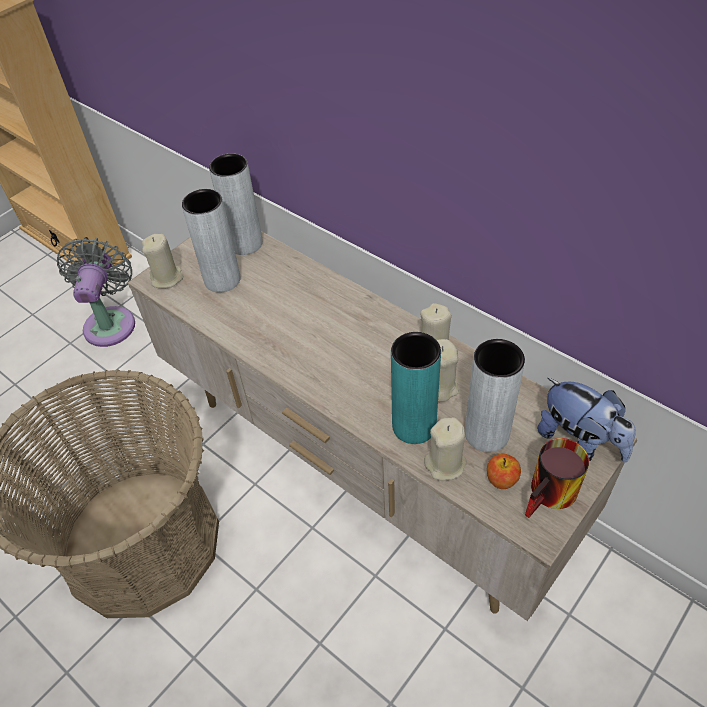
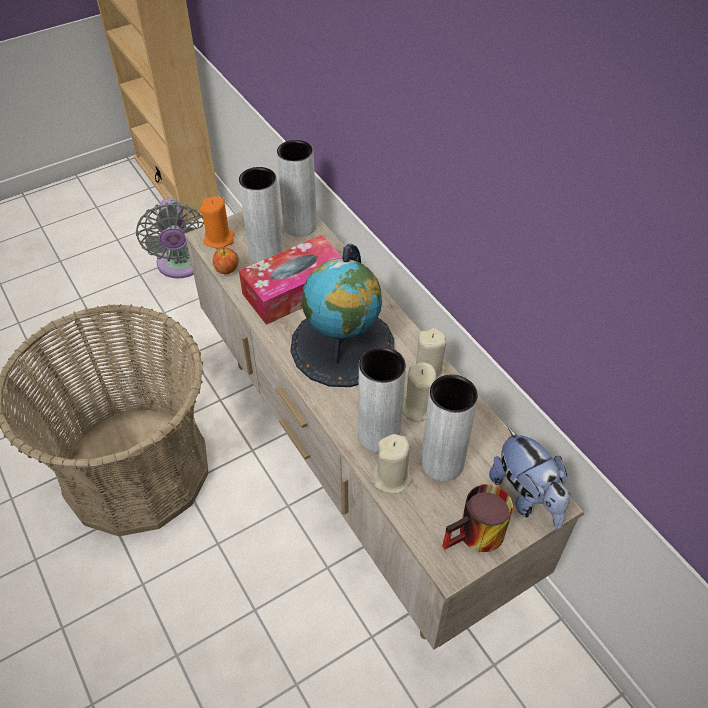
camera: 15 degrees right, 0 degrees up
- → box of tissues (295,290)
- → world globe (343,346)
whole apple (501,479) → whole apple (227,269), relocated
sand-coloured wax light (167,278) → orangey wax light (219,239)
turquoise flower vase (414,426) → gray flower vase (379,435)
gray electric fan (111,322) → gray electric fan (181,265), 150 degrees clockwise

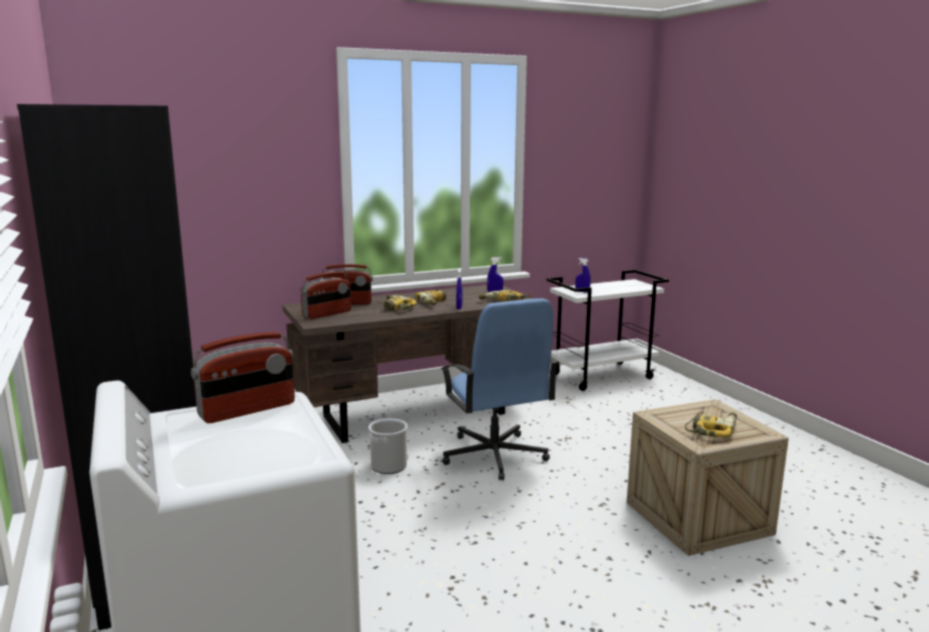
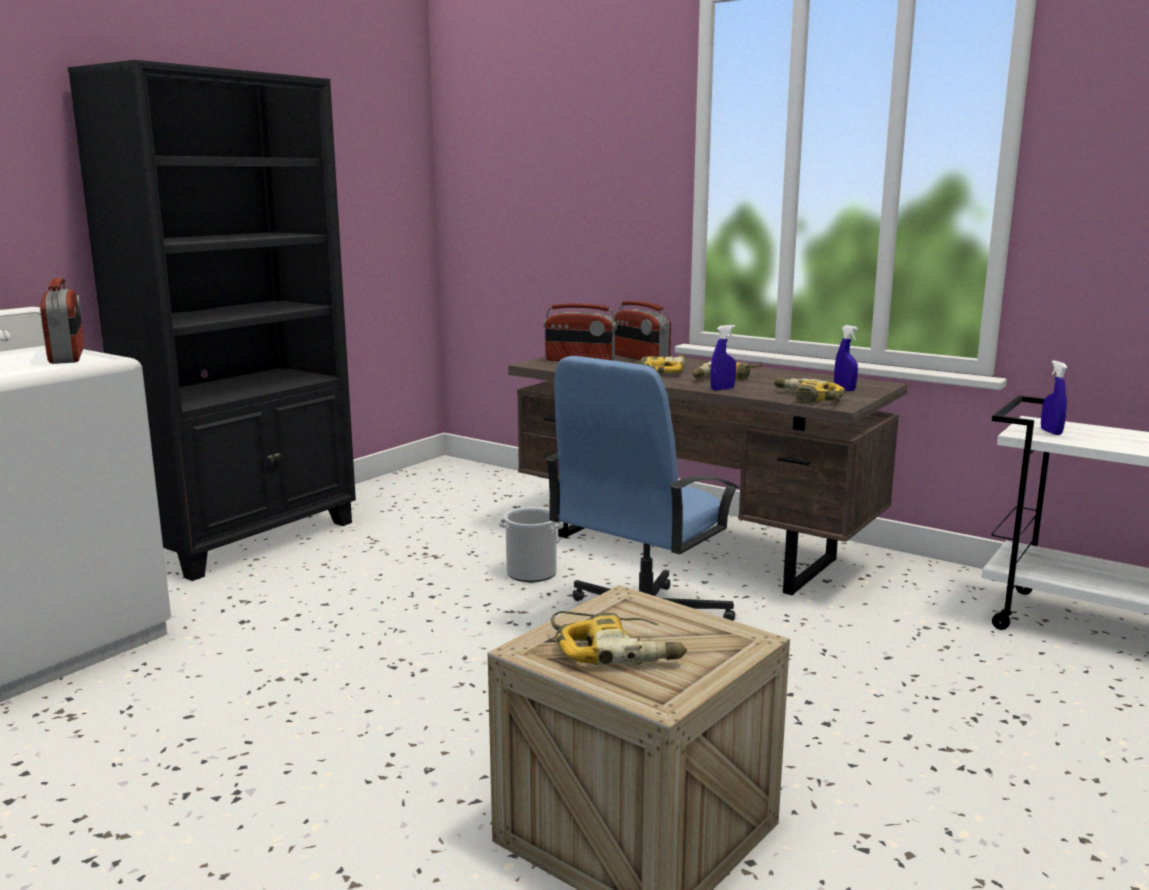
camera: 60 degrees right, 0 degrees up
radio set (247,410) → radio set (68,356), 135 degrees counterclockwise

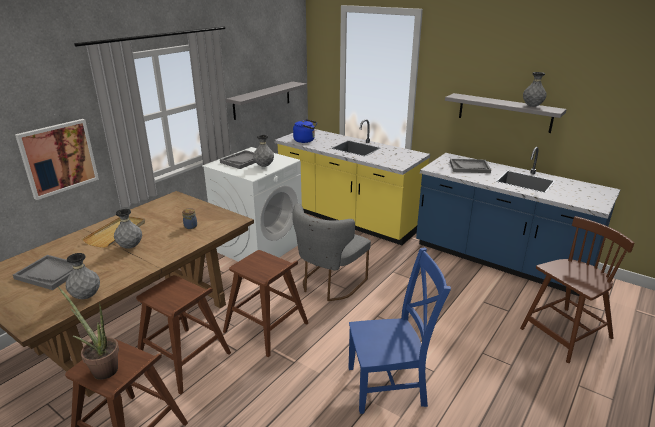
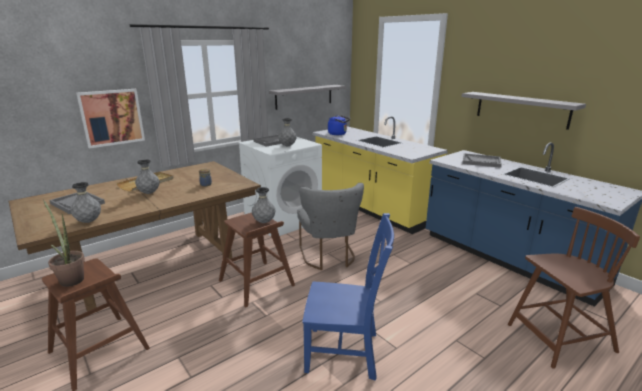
camera: 15 degrees right, 5 degrees down
brownish sitting stool (184,359) → -
gray flower vase (532,106) → gray flower vase (264,222), relocated
gray plain chair (329,285) → gray plain chair (329,257), 60 degrees counterclockwise

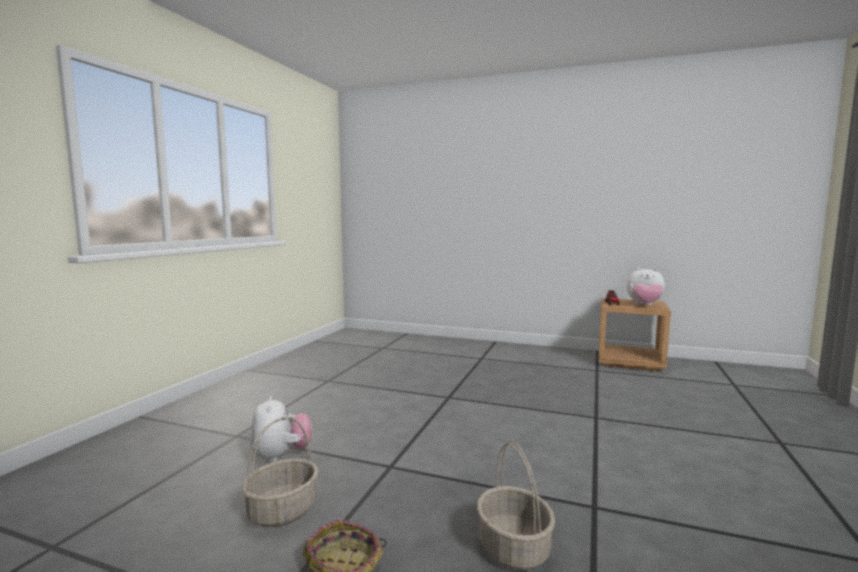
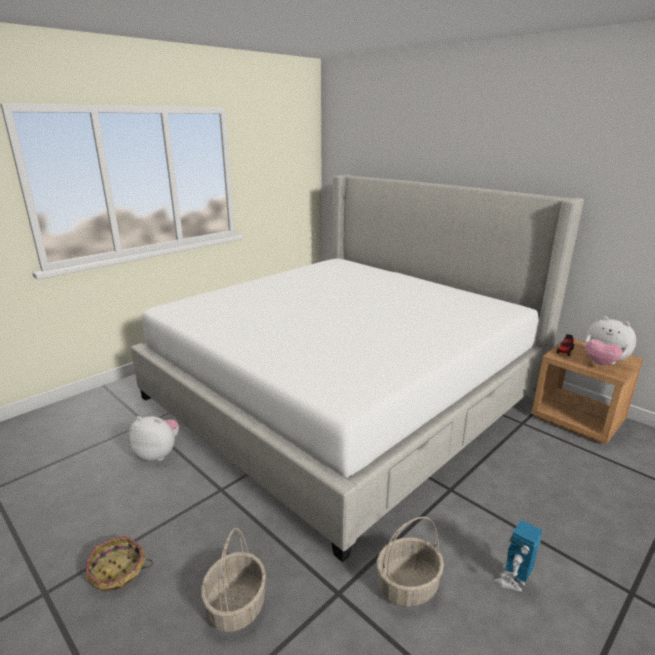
camera: 25 degrees right, 15 degrees up
- → sleeping bed (344,394)
- → model robot (512,581)
household basket (282,511) → household basket (407,586), relocated
plush toy (281,456) → plush toy (158,453), 90 degrees counterclockwise

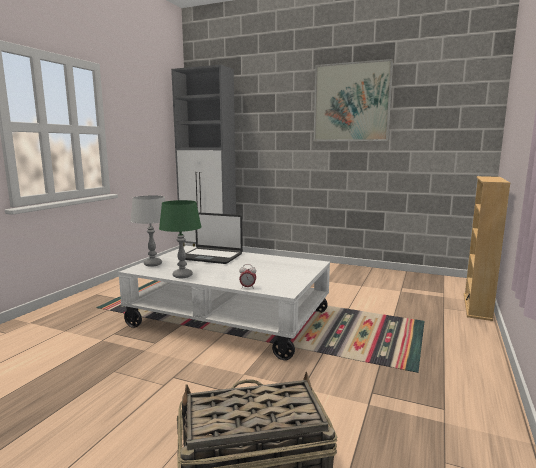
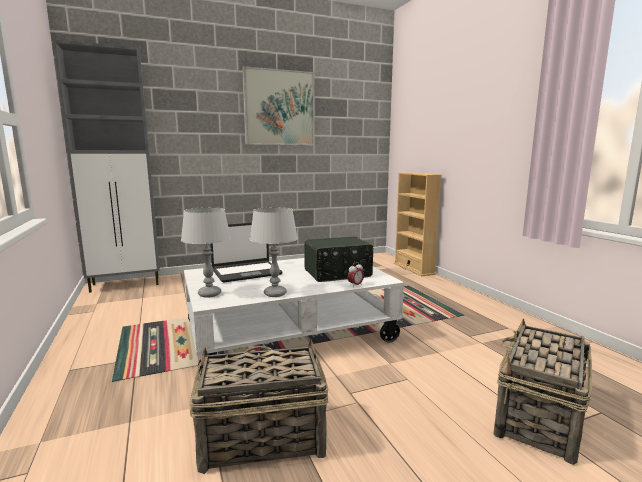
camera: 45 degrees left, 0 degrees up
- → household basket (260,438)
- → radio set (338,274)
greenish lamp for a table (182,275) → gray lamp for a table (275,294)

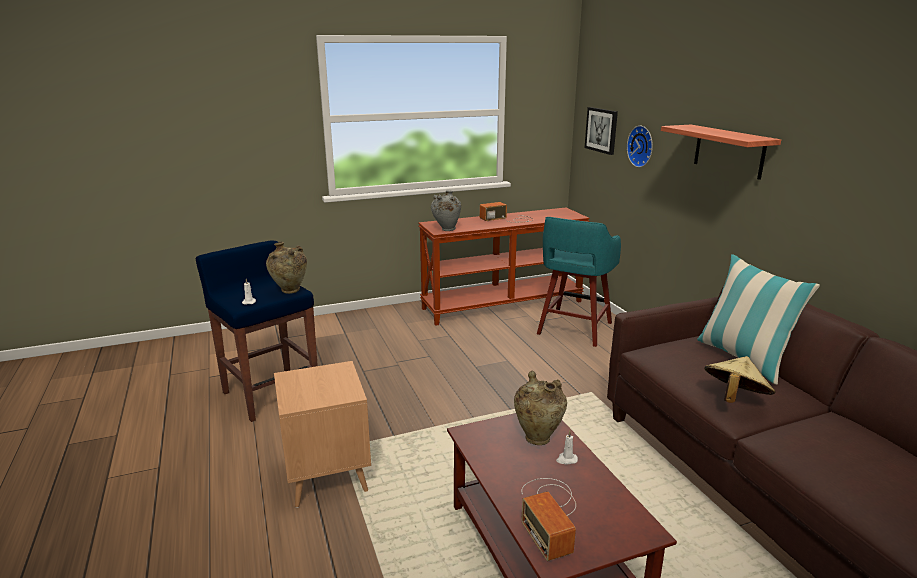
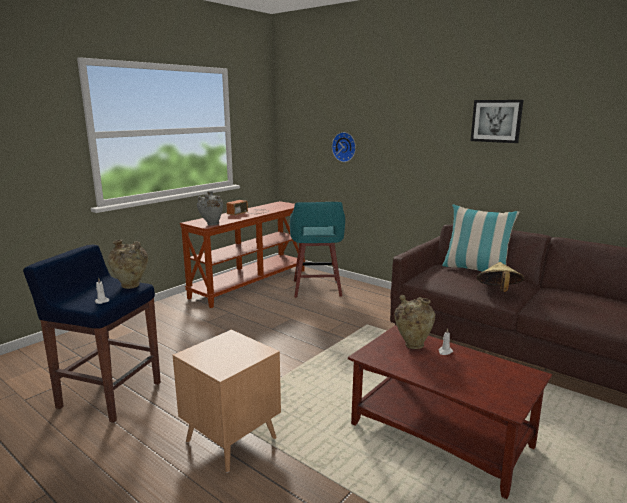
camera: 30 degrees left, 5 degrees down
radio set (550,513) → -
wall shelf (729,151) → -
picture (601,130) → picture (496,121), relocated

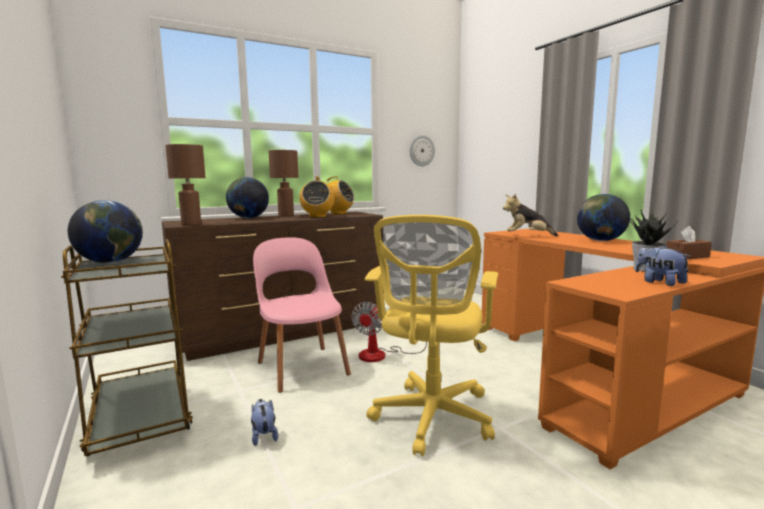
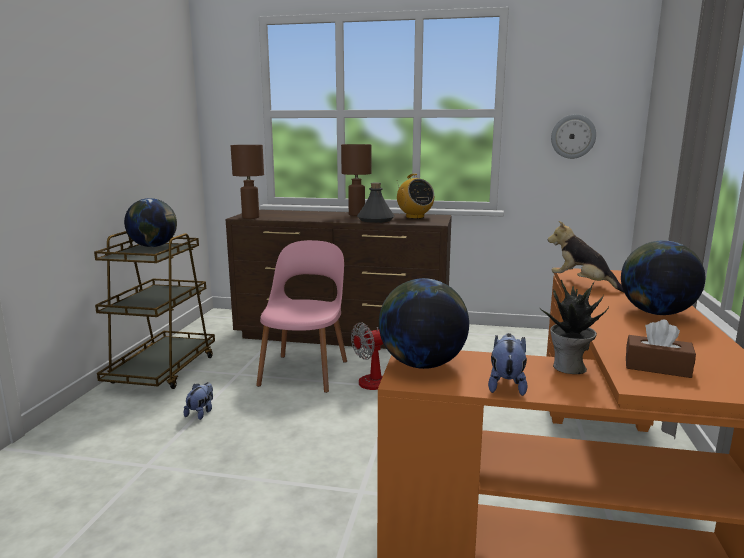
camera: 40 degrees right, 5 degrees up
yellow computer chair (431,419) → -
world globe (248,218) → world globe (422,364), relocated
radio set (317,217) → gray bottle (376,220)

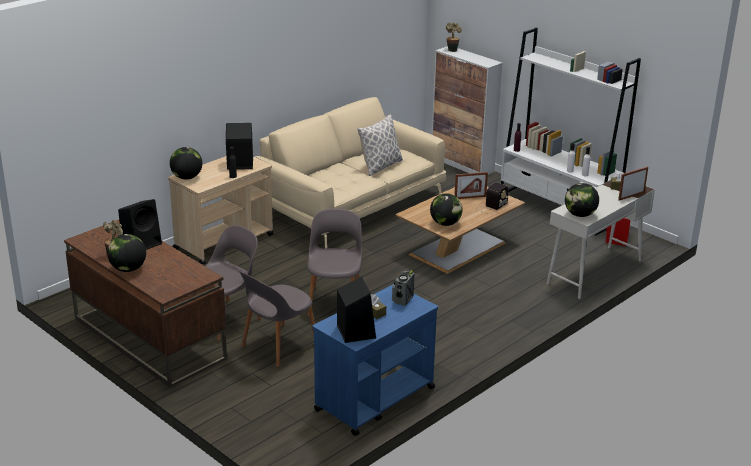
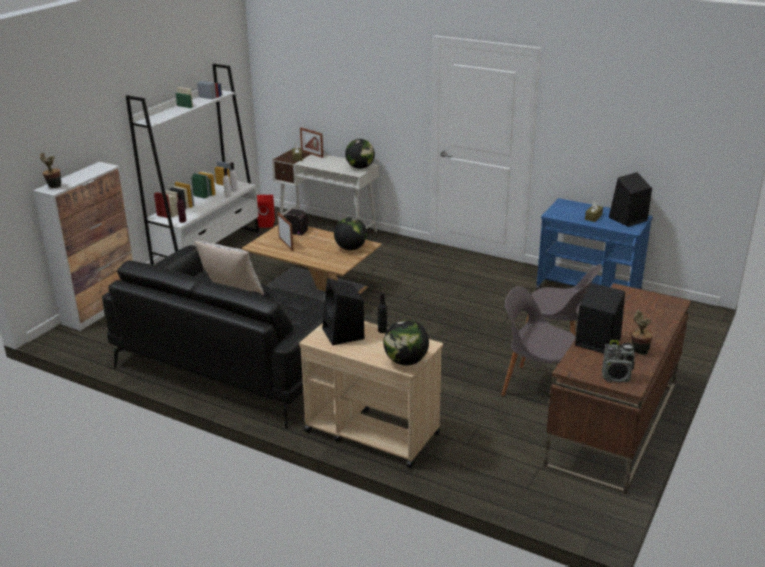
camera: 105 degrees left, 0 degrees up
world globe (128,269) → -
gray plain chair (335,301) → -
radio set (402,299) → radio set (616,377), relocated
sand-coloured sofa (351,205) → black-coloured sofa (236,361)

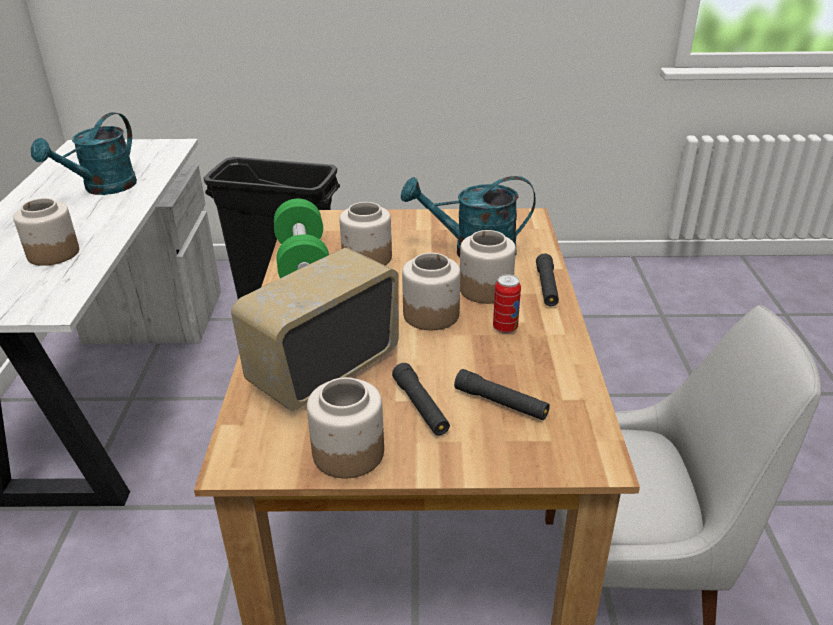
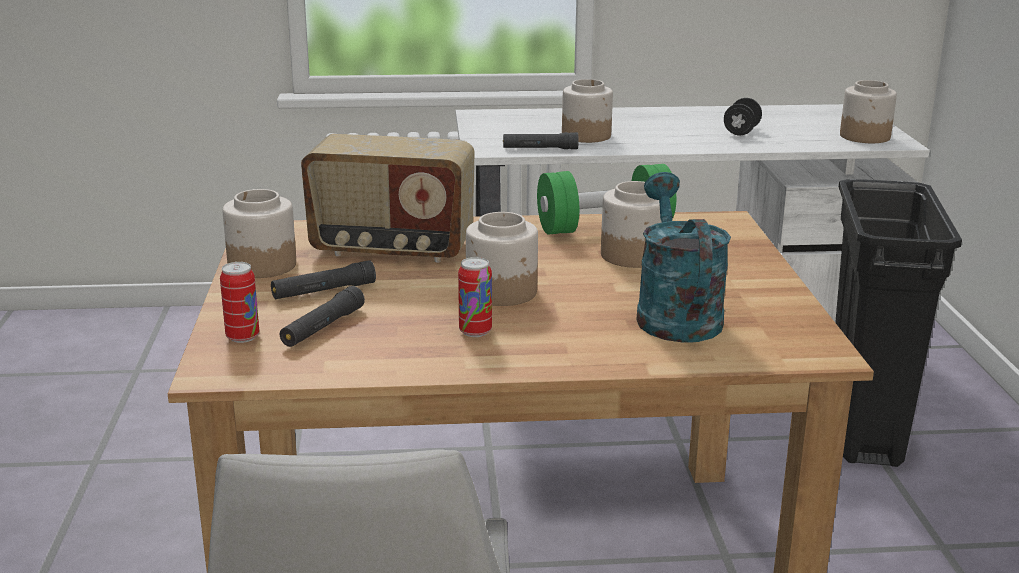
camera: 85 degrees right, 10 degrees down
- → metal can (242,337)
preserve jar (485,289) → preserve jar (865,136), relocated
black-coloured hand torch (546,287) → black-coloured hand torch (540,148), relocated
turquoise watering can (103,188) → black-coloured dumbbell (741,132)
radio set (323,369) → radio set (392,249), 150 degrees clockwise

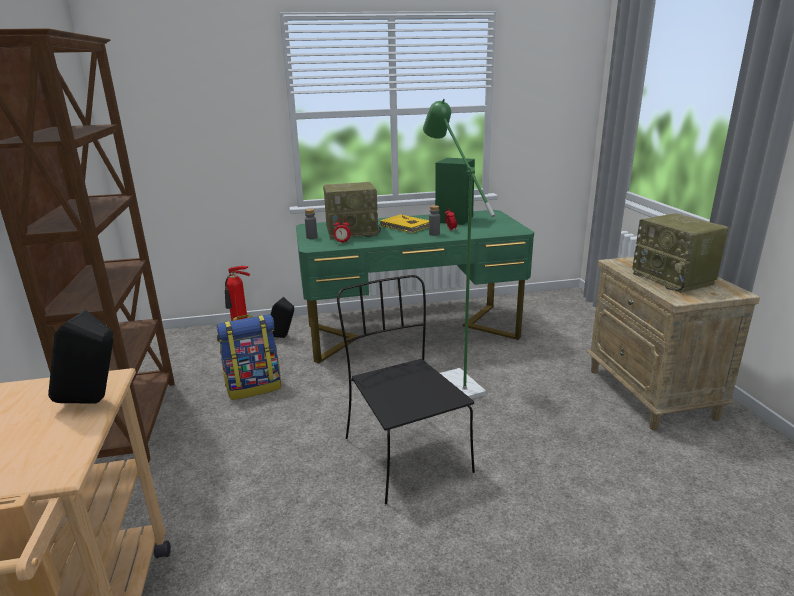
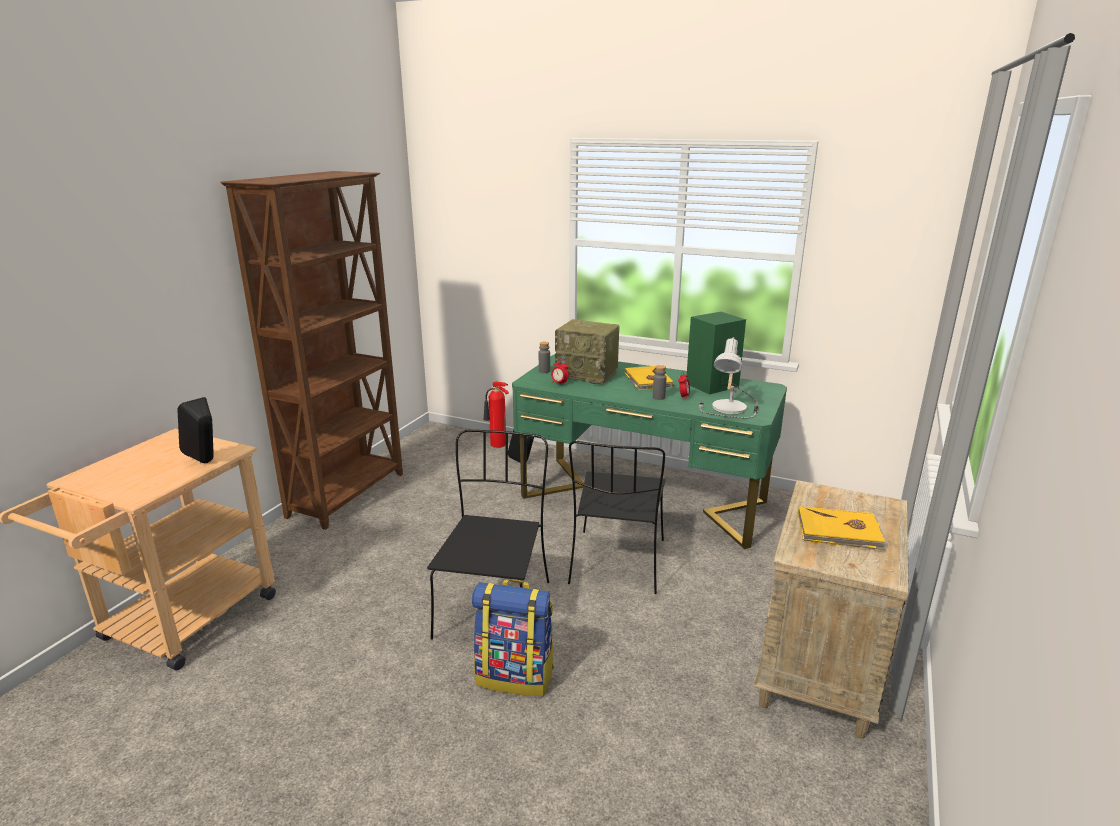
camera: 35 degrees right, 0 degrees up
- → lamp for a table (732,409)
knapsack (254,387) → knapsack (515,676), relocated
greenish standard lamp (452,381) → black-coloured plain chair (617,563)
radio set (674,279) → yellow volume (839,532)

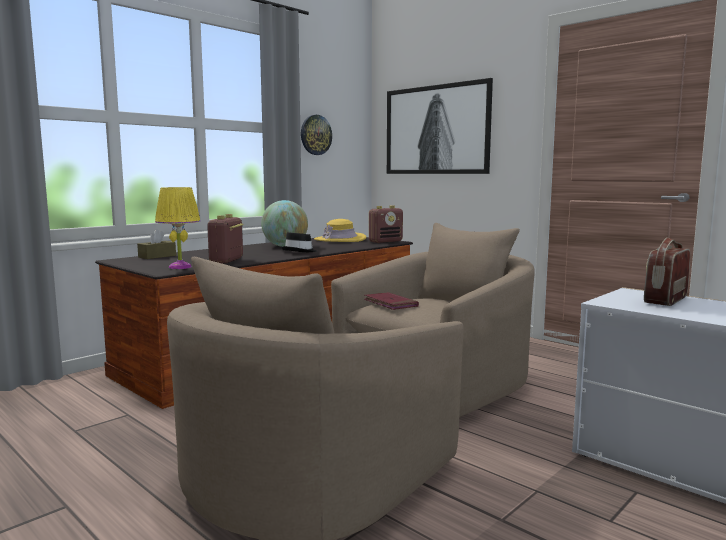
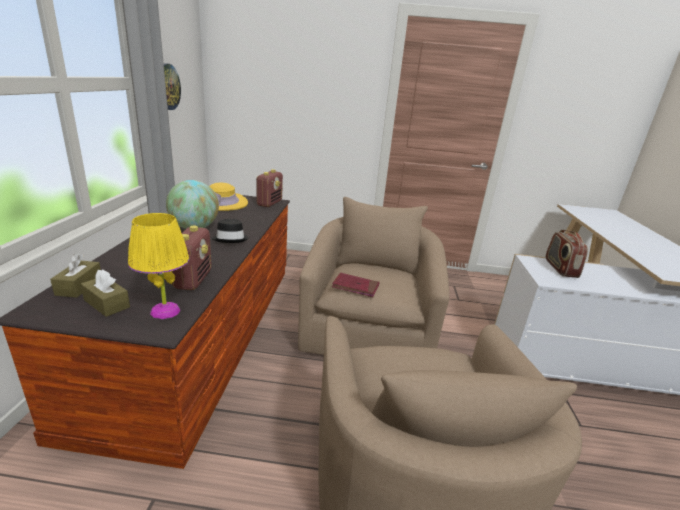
camera: 40 degrees left, 15 degrees up
picture (436,130) → -
- → brownish box of tissues (107,303)
radio set (226,261) → radio set (193,279), 150 degrees counterclockwise

